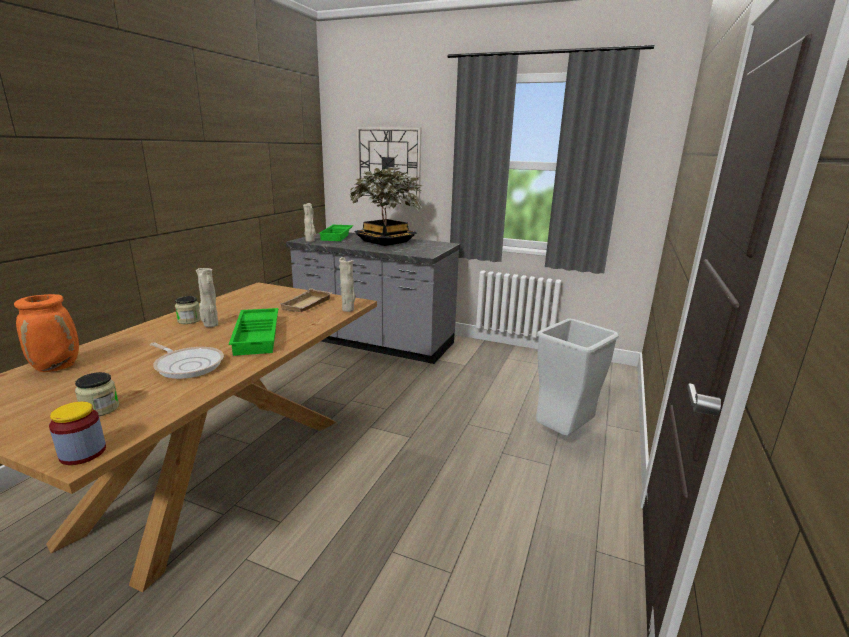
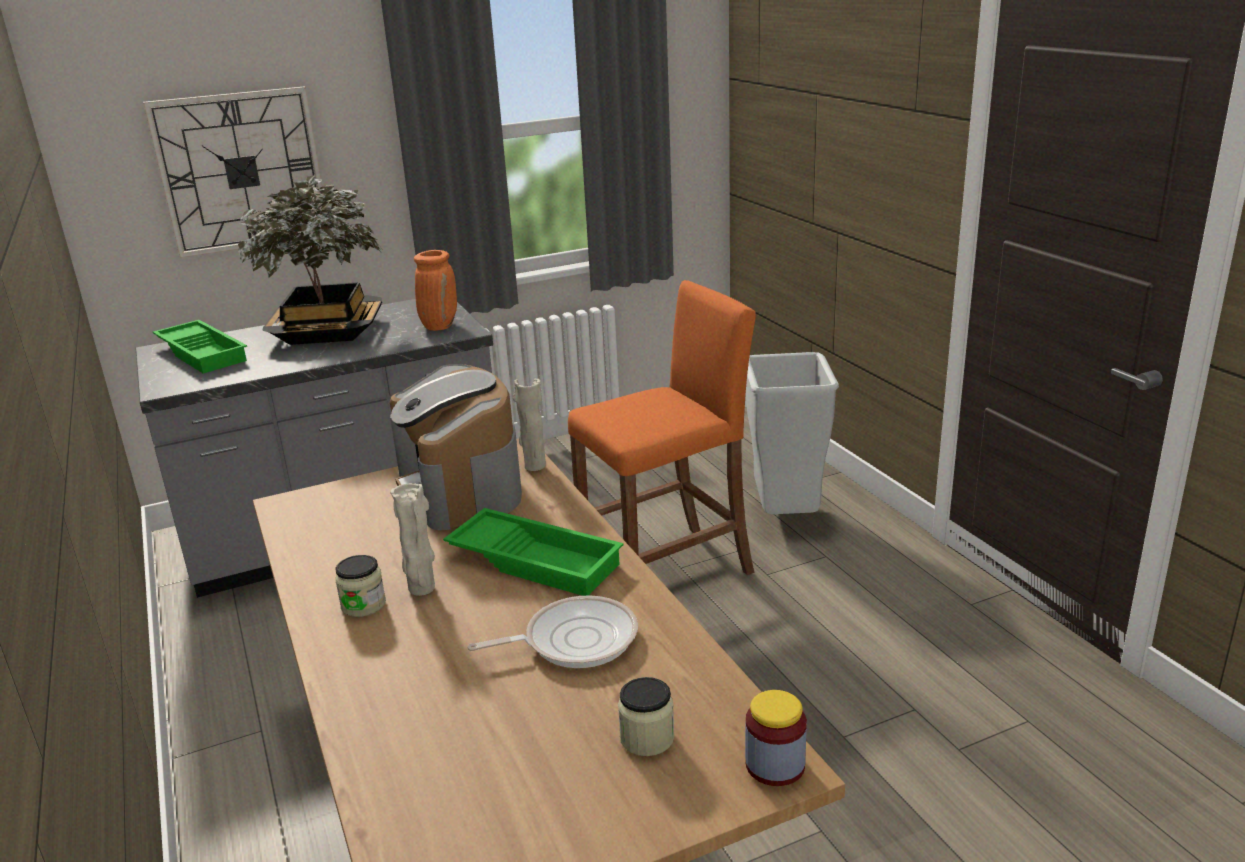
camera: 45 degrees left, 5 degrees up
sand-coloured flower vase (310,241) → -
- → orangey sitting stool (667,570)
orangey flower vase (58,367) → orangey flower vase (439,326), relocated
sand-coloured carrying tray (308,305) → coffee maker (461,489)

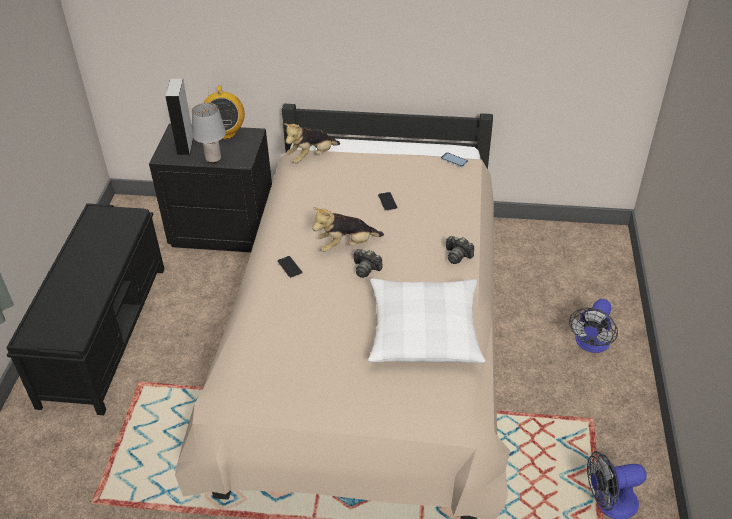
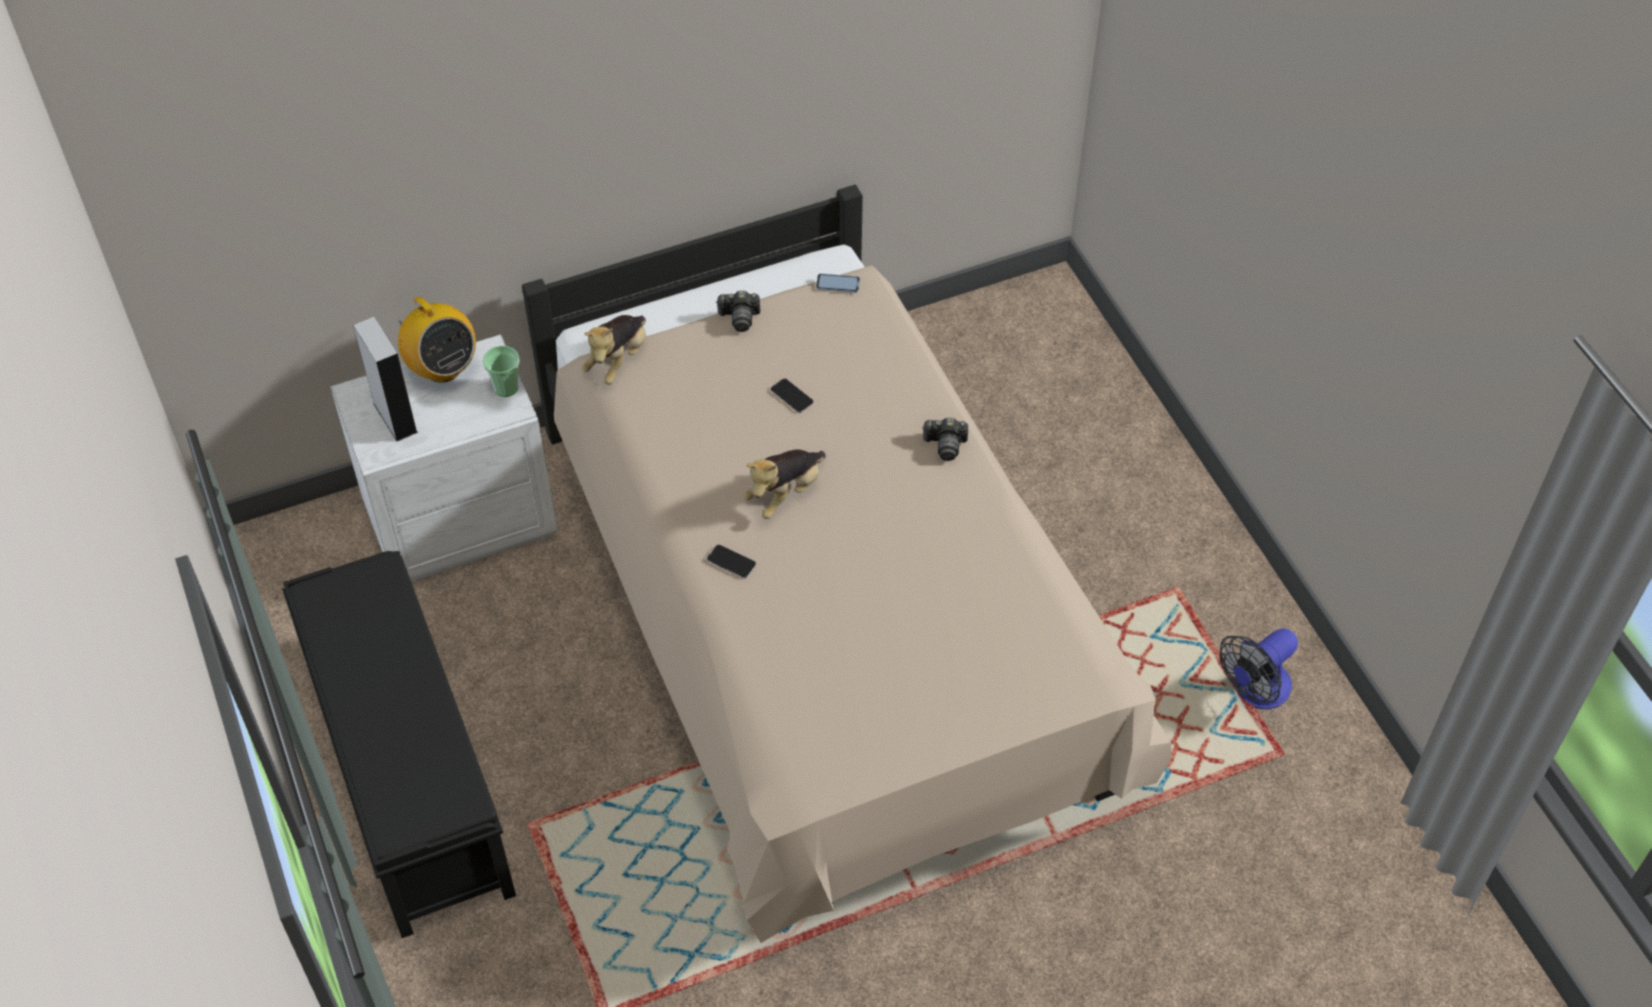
camera: 30 degrees left, 10 degrees up
gray lamp for a table (213,159) → -
whitish pillow (424,330) → -
electric fan (590,344) → -
- → cup (506,387)
still camera (366,269) → still camera (739,317), relocated
black-coloured bedside table (223,229) → whitish bedside table (460,518)

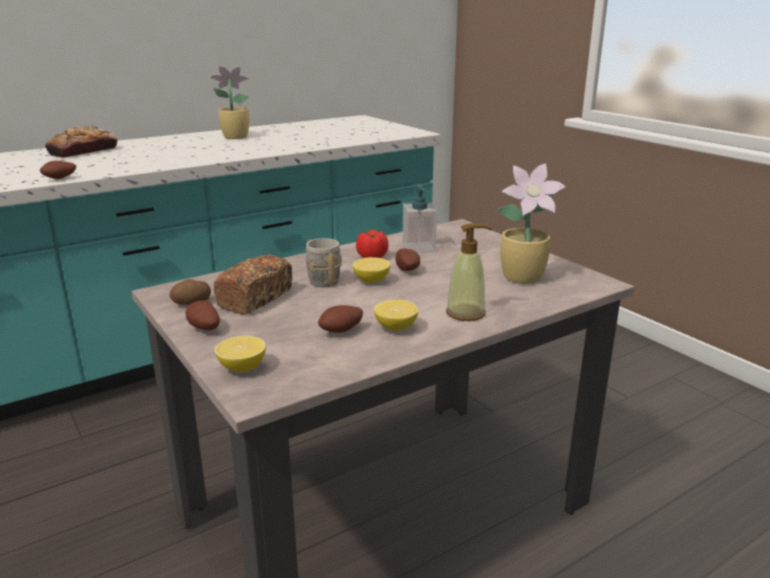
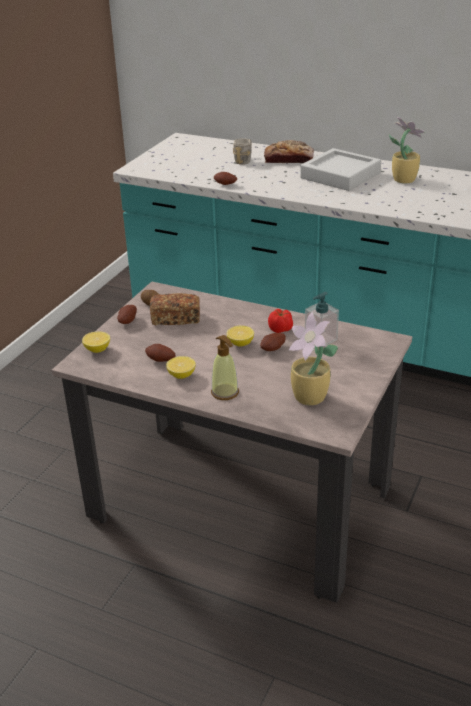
camera: 60 degrees right, 10 degrees up
- → gray carrying tray (340,175)
gray coffee mug (320,279) → gray coffee mug (244,160), relocated

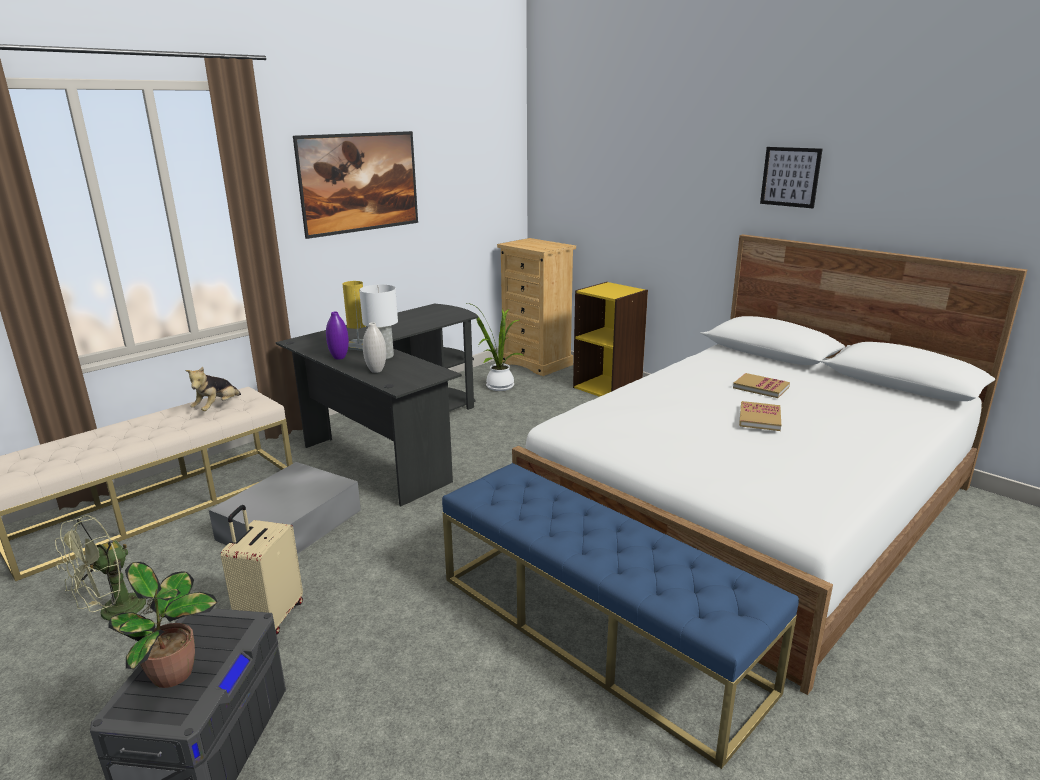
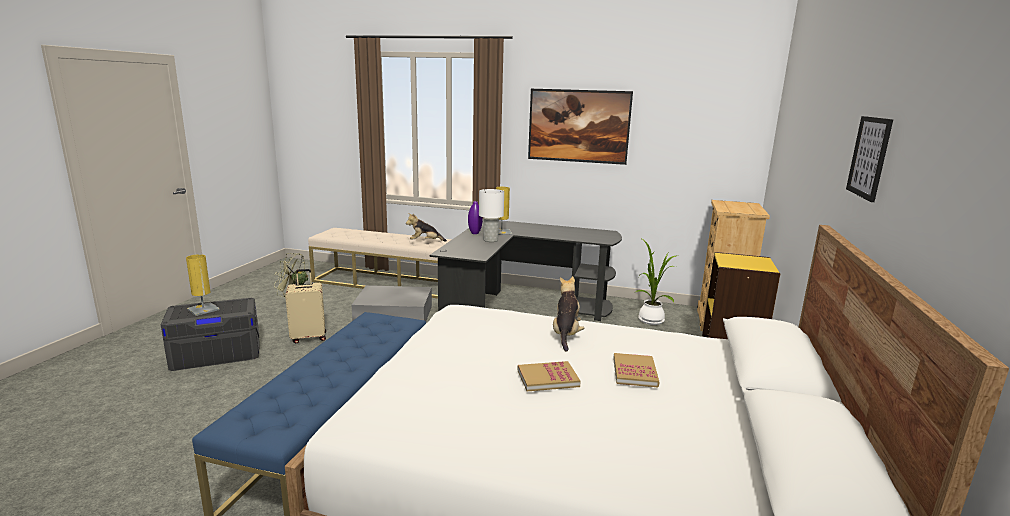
camera: 60 degrees right, 5 degrees down
whitish flower vase (376,371) → -
- → plush toy (566,334)
houseplant (175,675) → yellow lamp for a table (203,309)

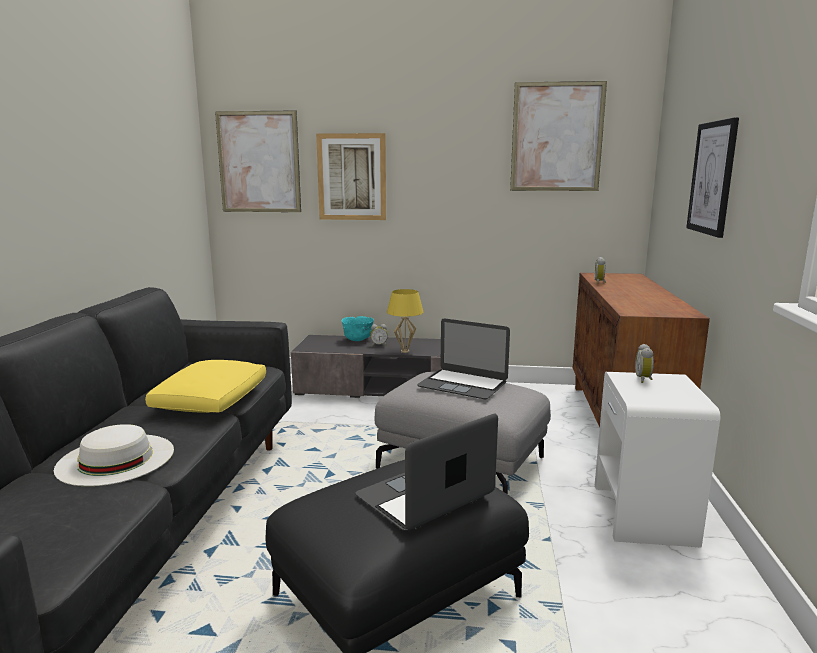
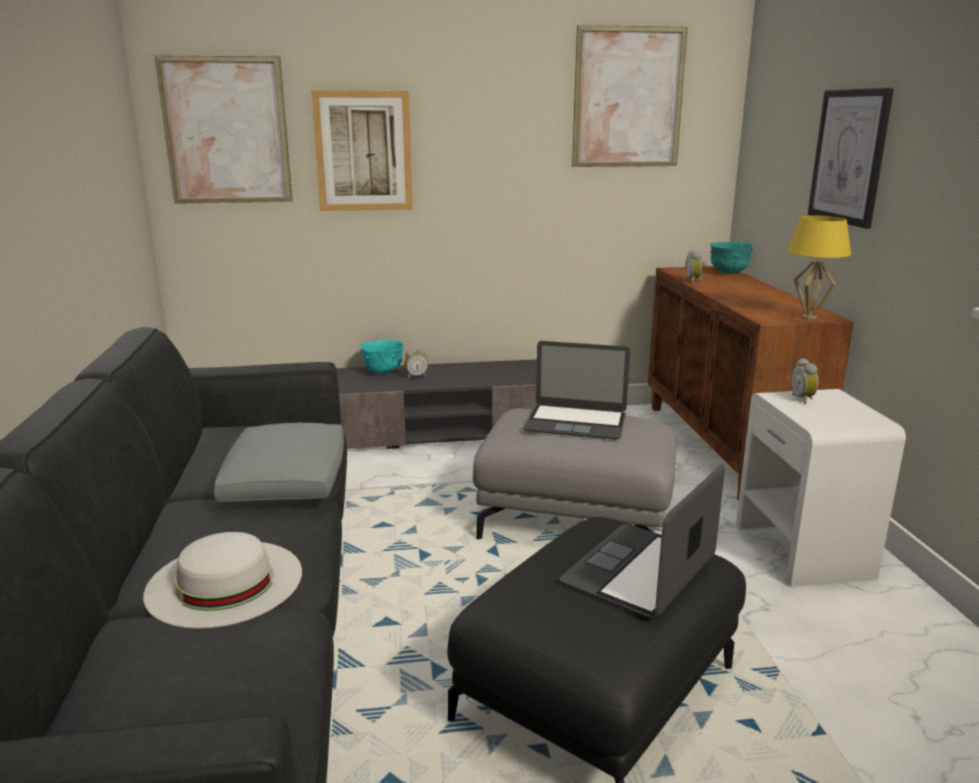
camera: 15 degrees left, 5 degrees up
- → turquoise deep dish (729,273)
yellow lamp for a table (405,351) → yellow lamp for a table (809,317), relocated
yellow pillow (212,400) → gray pillow (286,481)

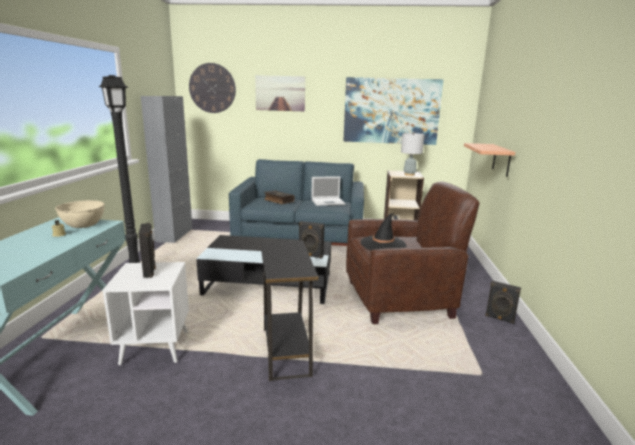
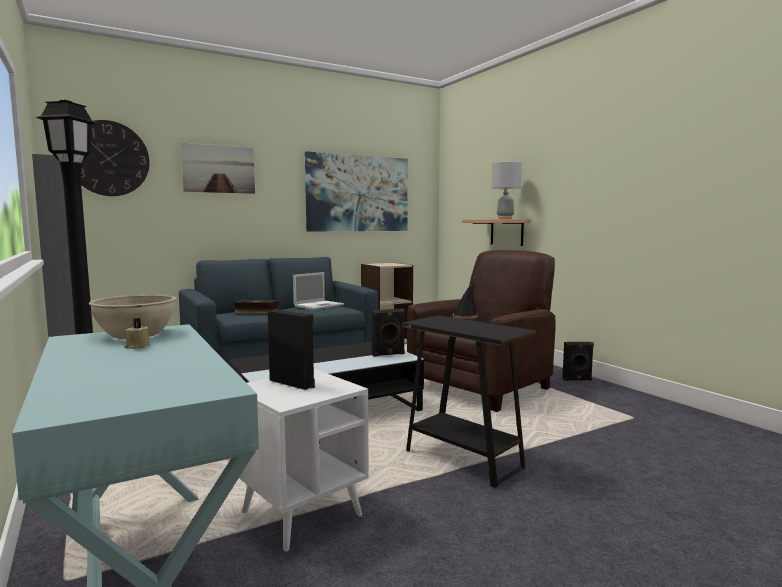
camera: 35 degrees left, 10 degrees down
gray lamp for a table (409,174) → gray lamp for a table (505,218), relocated

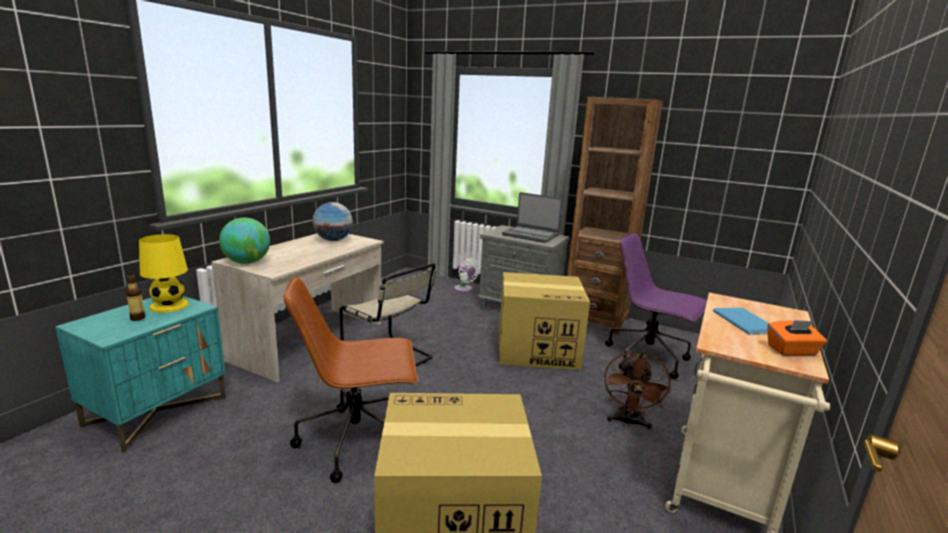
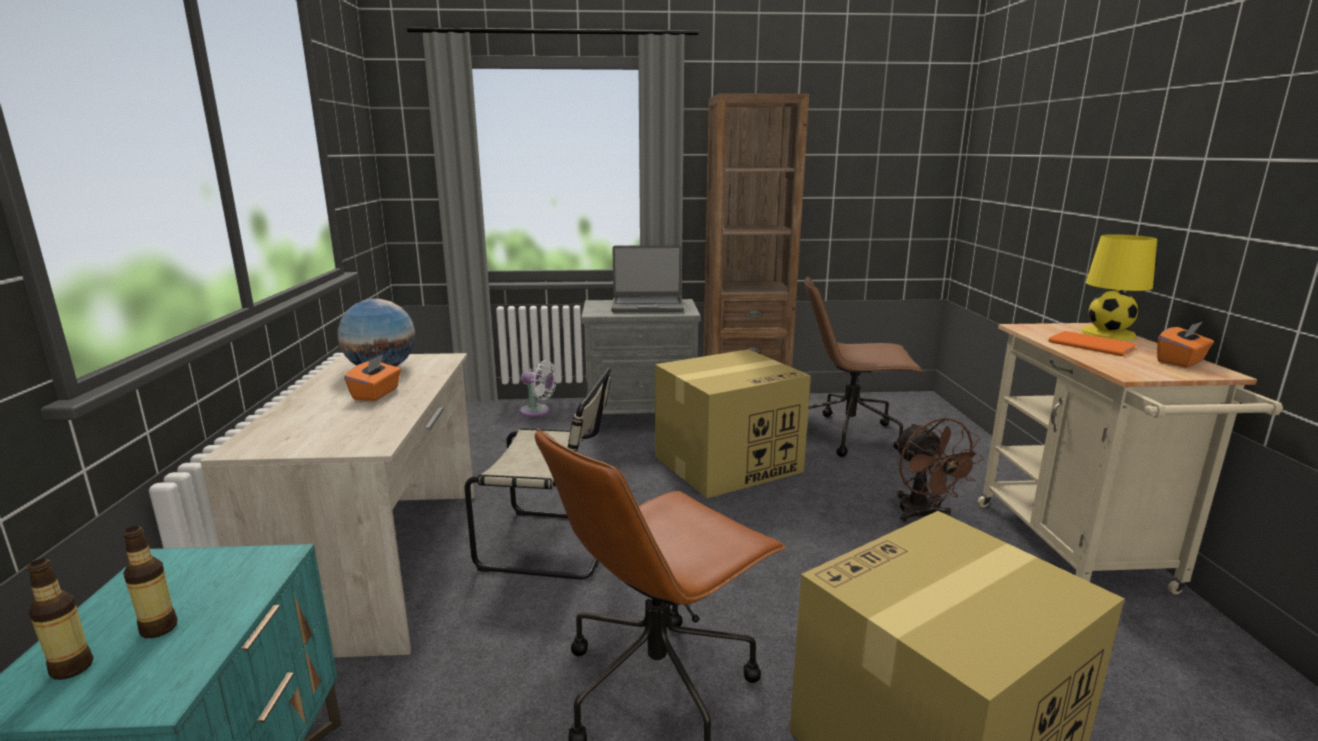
camera: 30 degrees left, 0 degrees up
world globe (247,262) → -
- → bottle (72,668)
- → orangey box of tissues (376,394)
yellow lamp for a table (169,306) → yellow lamp for a table (1108,334), relocated
purple computer chair (648,358) → brownish computer chair (850,435)
blue-coloured volume (745,321) → orangey volume (1090,344)

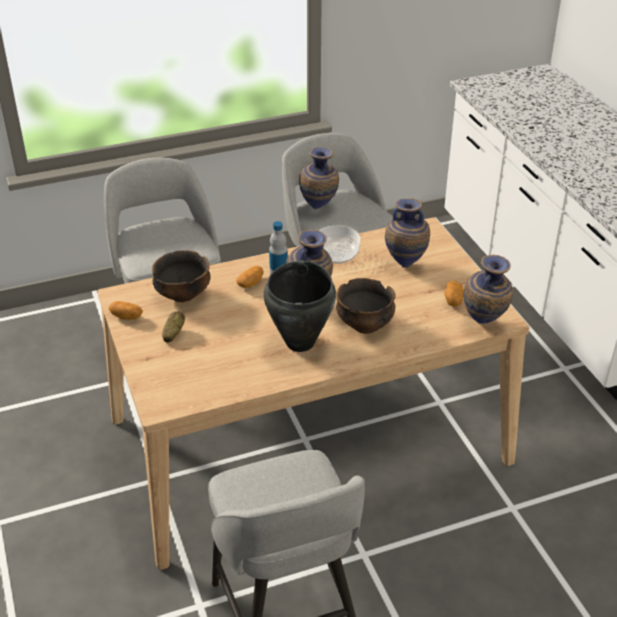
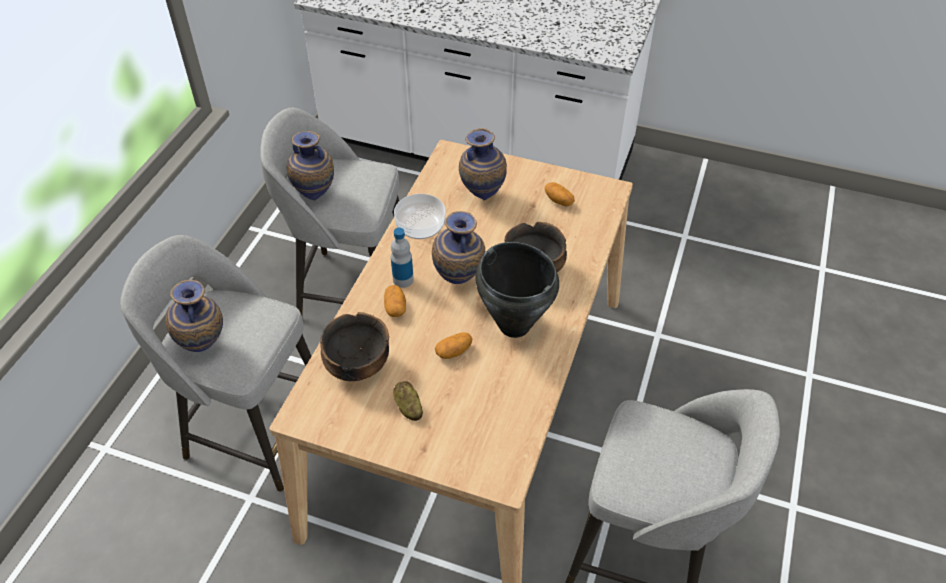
camera: 50 degrees left, 10 degrees up
whole potato (126,316) → whole potato (454,351), relocated
flower vase (484,324) → flower vase (204,347), relocated

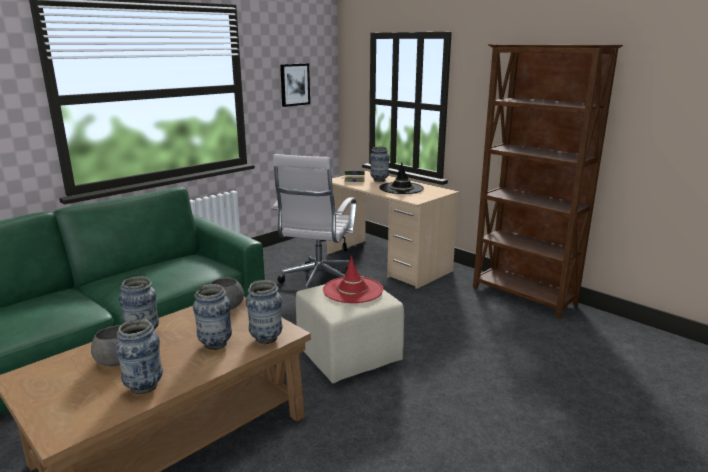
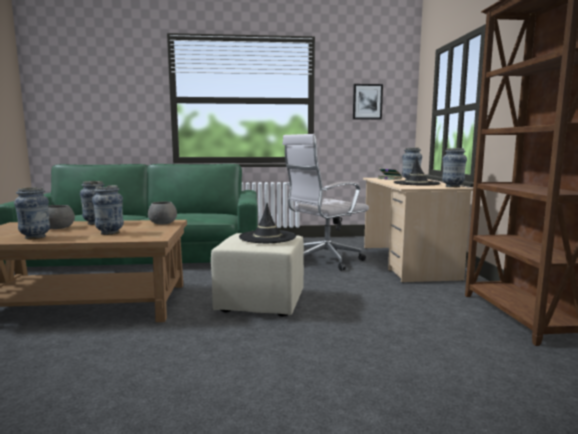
camera: 40 degrees right, 10 degrees down
flower vase (266,339) → flower vase (452,186), relocated
red-coloured wearable hat (353,290) → black-coloured wearable hat (267,237)

